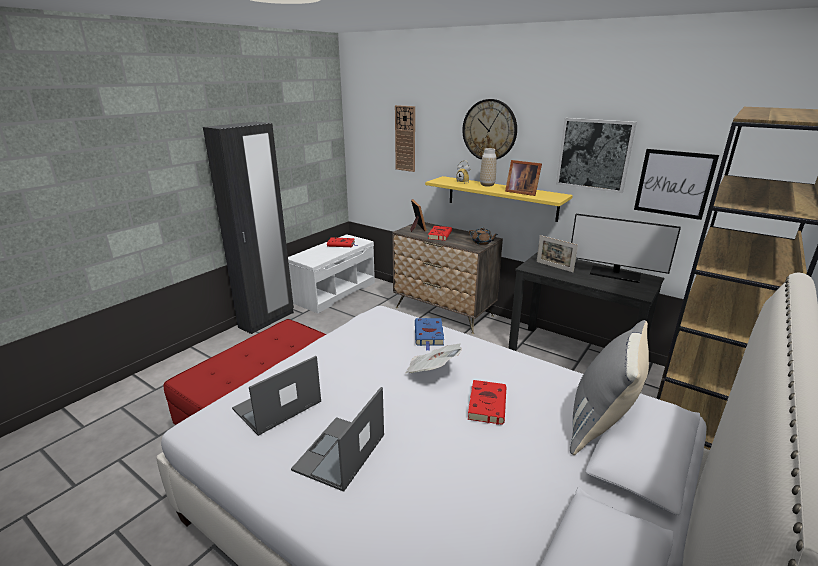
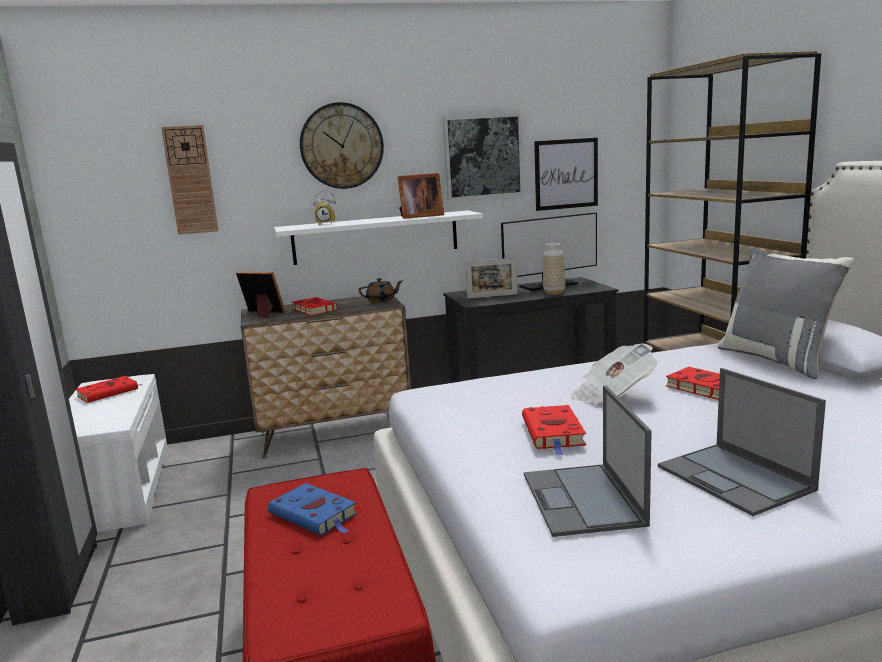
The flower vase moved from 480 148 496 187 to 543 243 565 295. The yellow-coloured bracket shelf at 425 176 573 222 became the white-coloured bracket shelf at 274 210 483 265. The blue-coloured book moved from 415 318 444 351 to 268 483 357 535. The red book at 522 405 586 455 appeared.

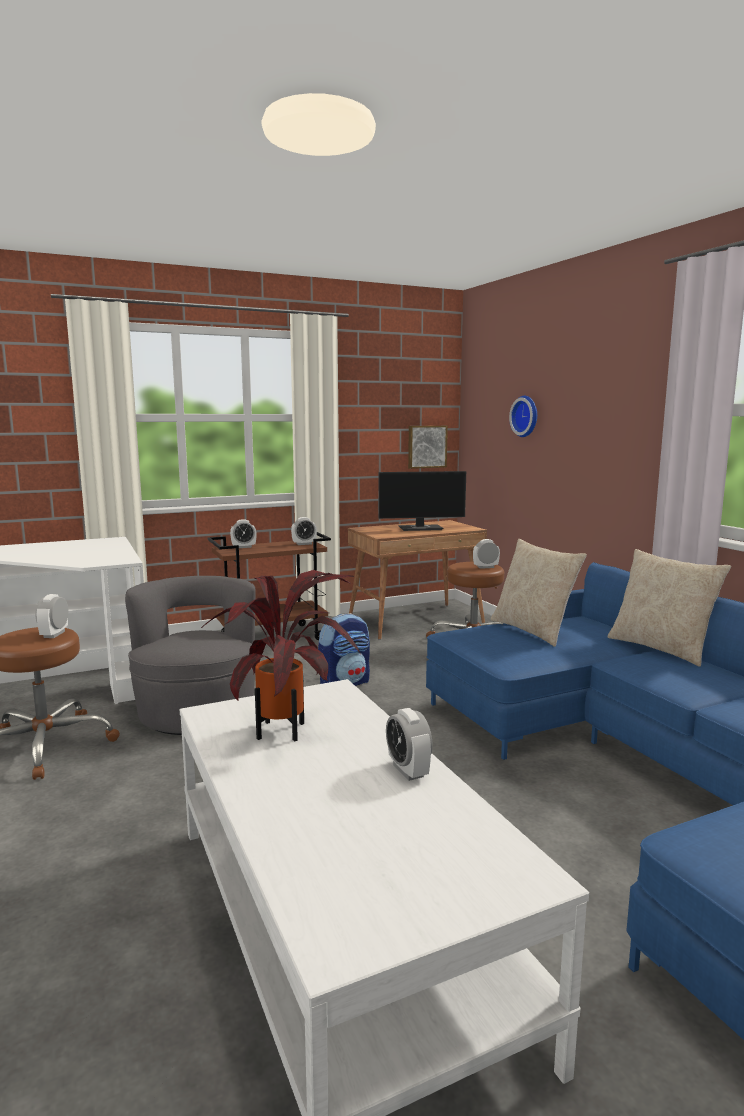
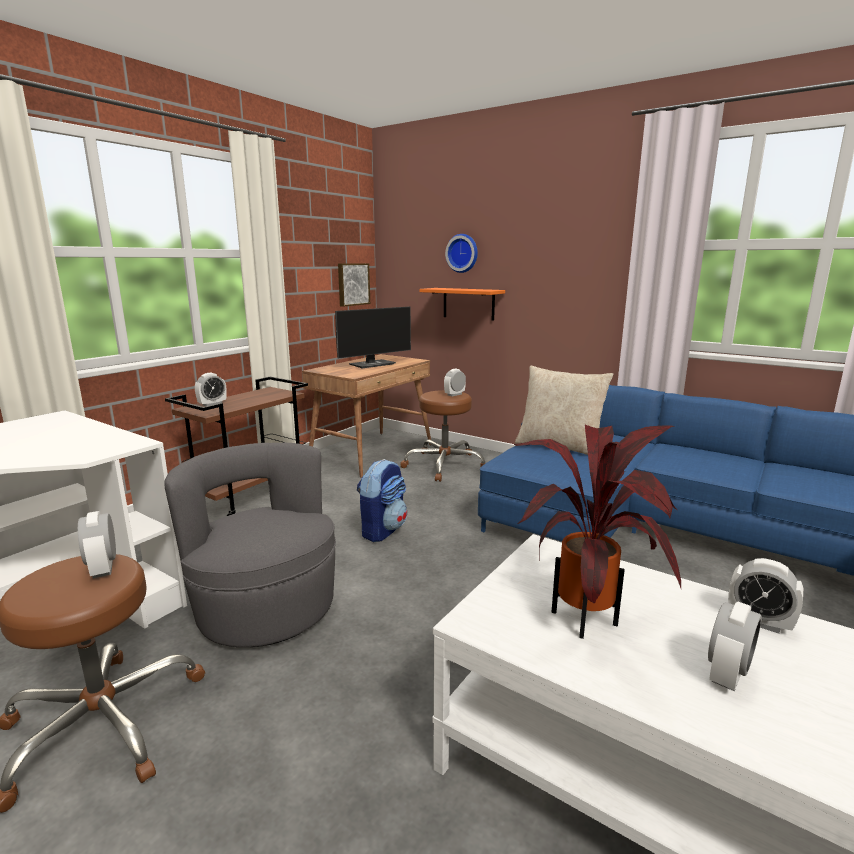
The table clock moved from 291 517 317 545 to 708 601 762 691. The beige throw pillow at 607 549 731 667 disappeared. The orange bracket shelf at 419 288 505 321 appeared.

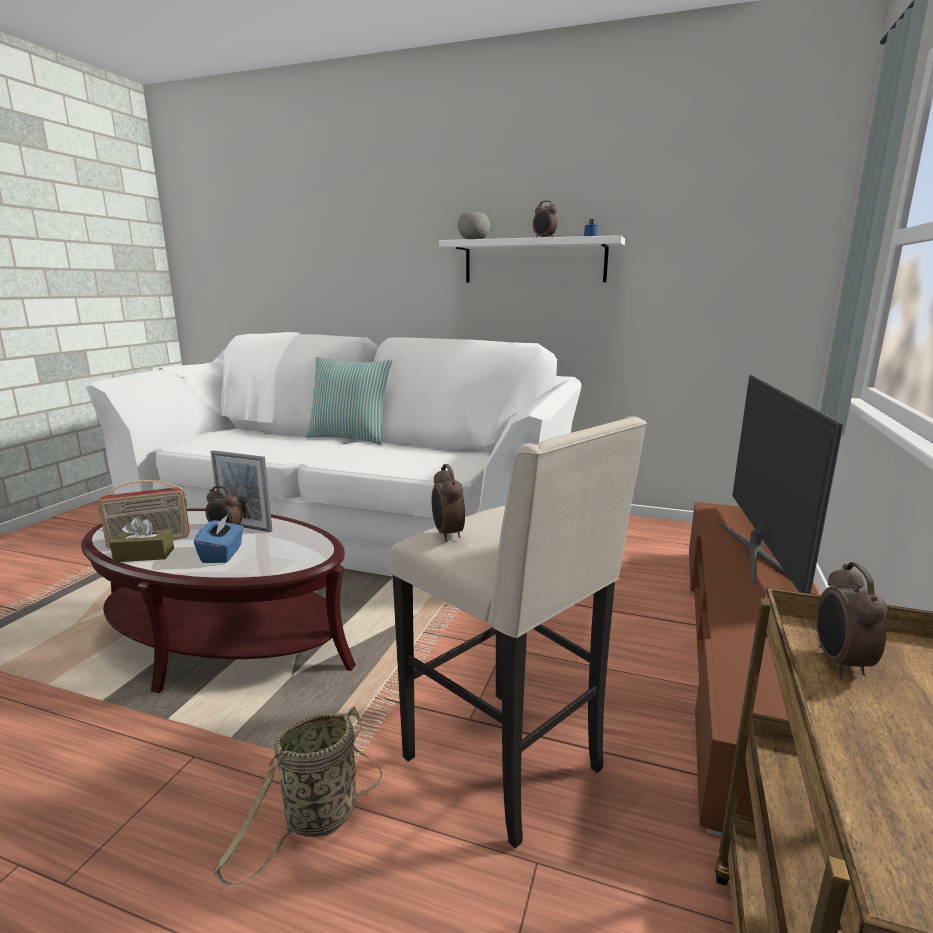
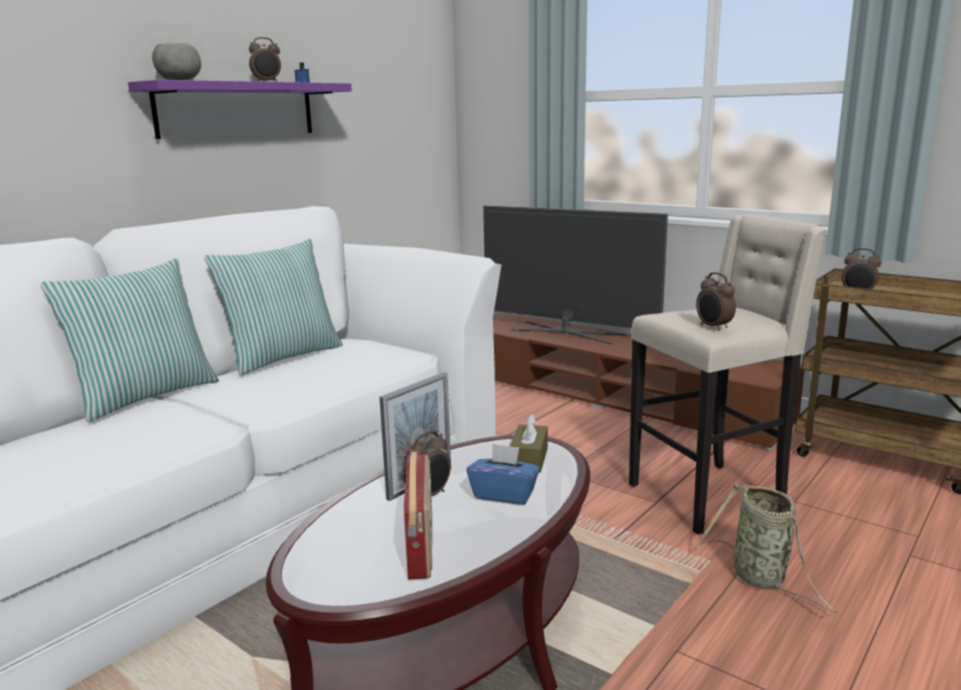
The white-coloured bracket shelf at 439 235 625 283 became the purple-coloured bracket shelf at 128 80 352 139. The table clock at 432 464 465 541 turned 60 degrees clockwise. The brown-coloured tissue box moved from 110 517 174 562 to 510 414 548 473. The throw pillow at 204 239 343 376 appeared.

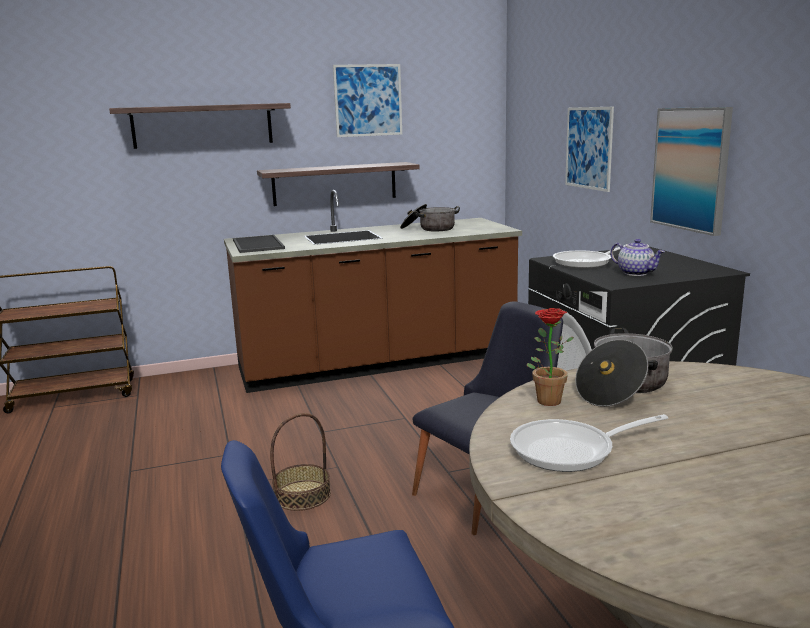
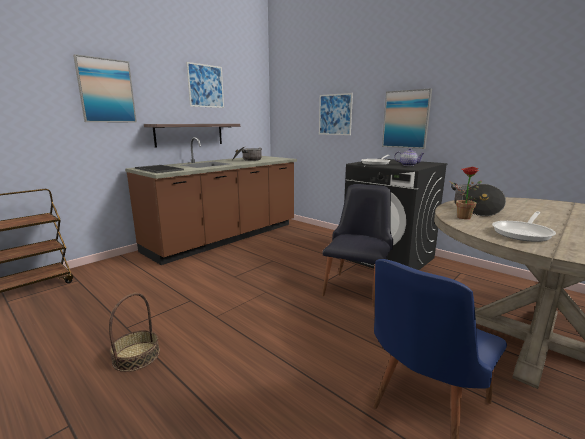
The bracket shelf at 109 103 291 149 was replaced by the picture at 73 54 137 122. The household basket moved from 270 413 331 511 to 109 293 160 372.

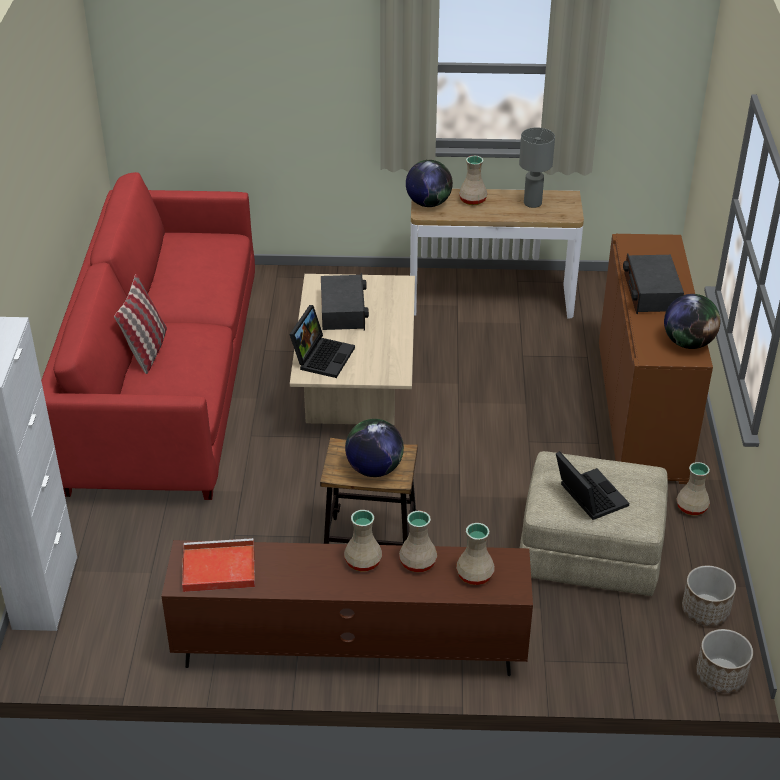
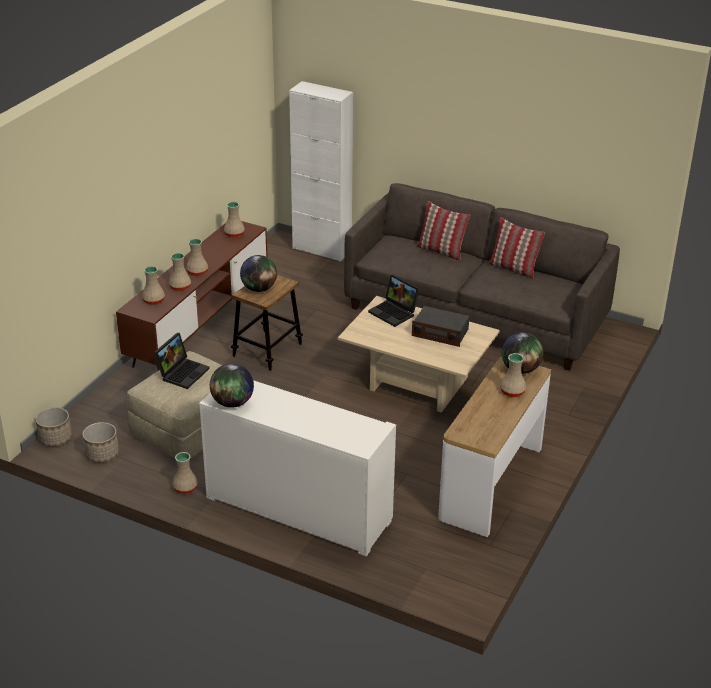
The grey table lamp at 519 127 555 208 disappeared. The red couch at 41 172 255 500 became the grey couch at 344 183 620 371. The brown-coloured cabinet at 599 234 713 484 became the white-coloured cabinet at 199 380 396 557. The radio set at 623 254 684 314 disappeared. The notebook computer at 556 451 629 520 turned 60 degrees counterclockwise. The red serving tray at 182 538 255 592 was replaced by the beige flower vase at 224 202 245 238. The throw pillow at 489 218 545 279 appeared.

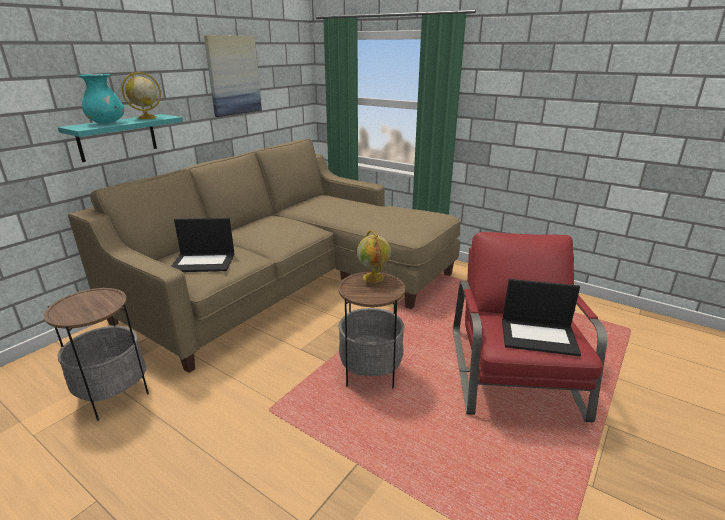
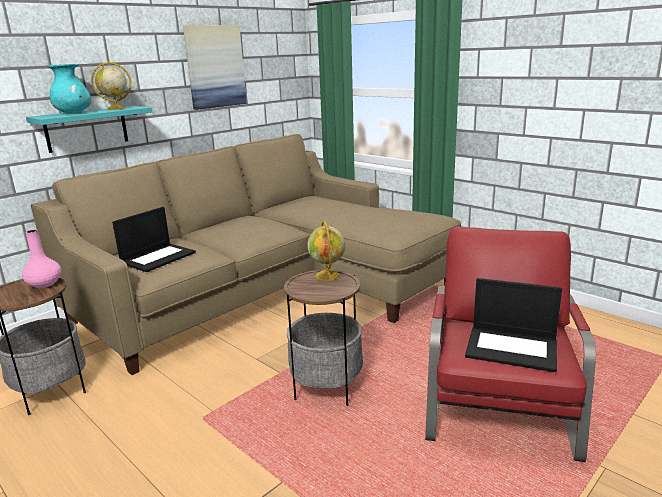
The notebook computer at 171 218 235 272 turned 60 degrees counterclockwise. The pinkish flower vase at 22 229 61 288 appeared.

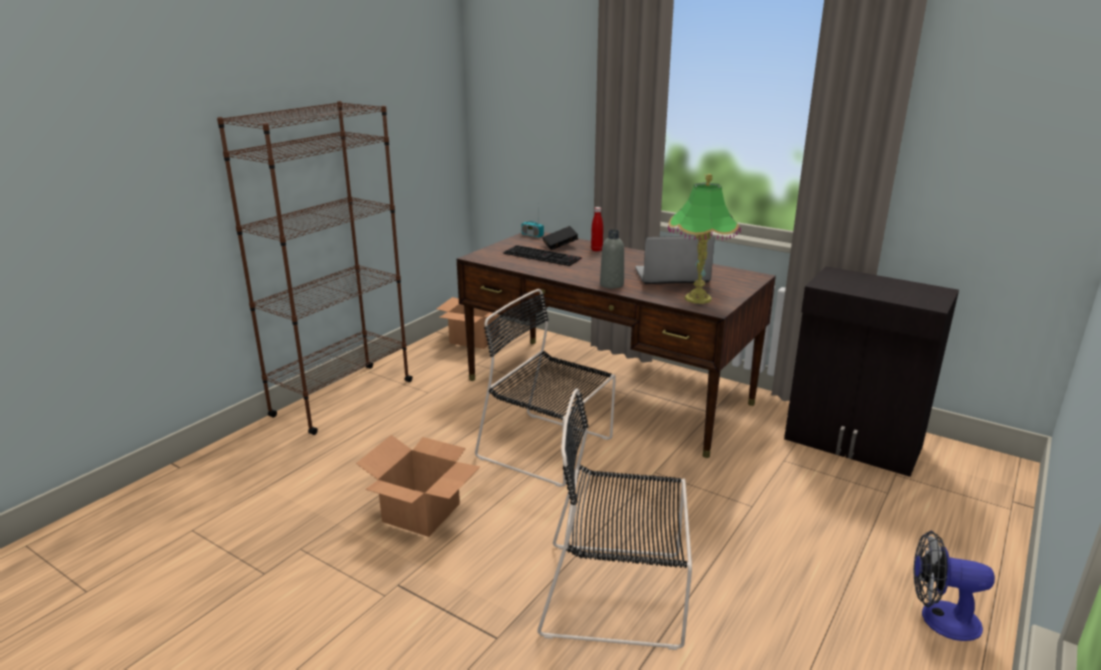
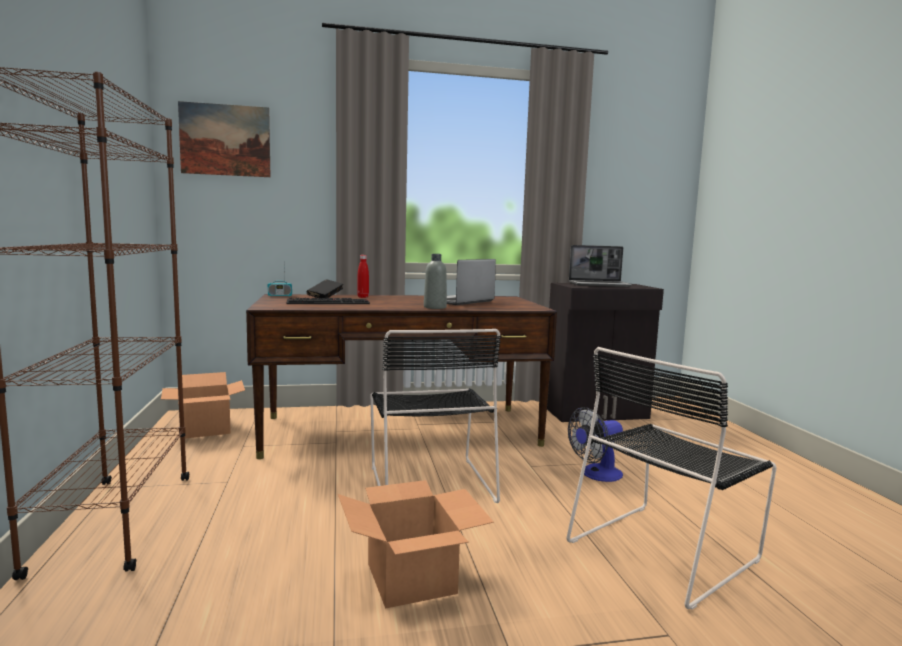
The table lamp at 668 174 741 304 disappeared. The black-coloured chair at 475 289 616 487 turned 90 degrees counterclockwise. The cooling fan moved from 914 531 995 641 to 568 407 623 482. The picture at 178 101 271 177 appeared. The notebook computer at 569 245 632 287 appeared.

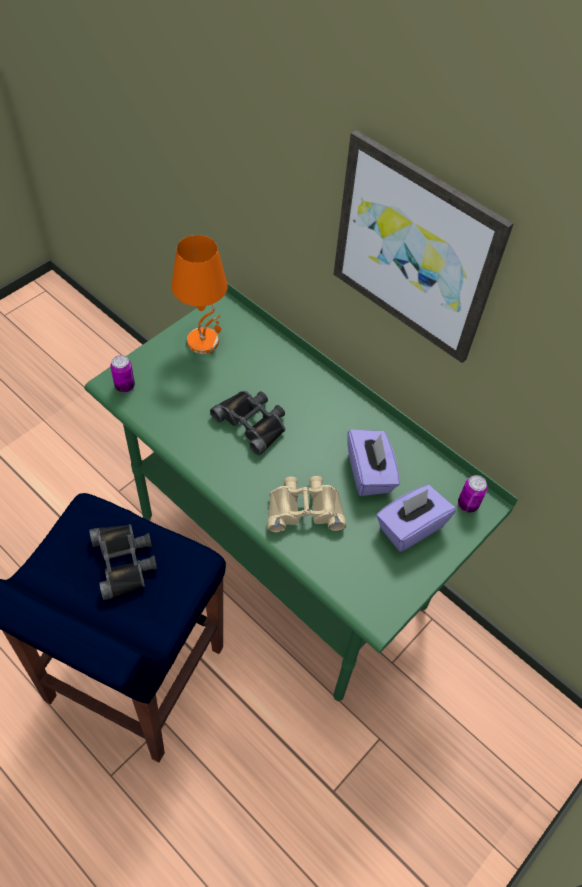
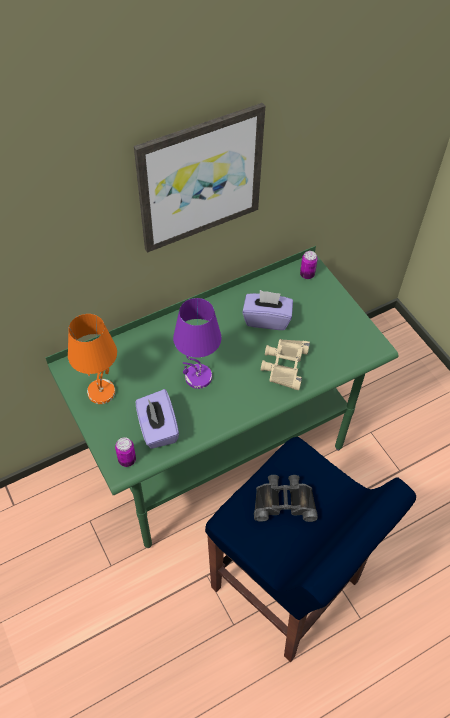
The black-coloured pair of binoculars at 210 391 285 455 was replaced by the purple-coloured table lamp at 173 298 222 389. The purple-coloured tissue box moved from 376 485 456 552 to 136 389 179 449.

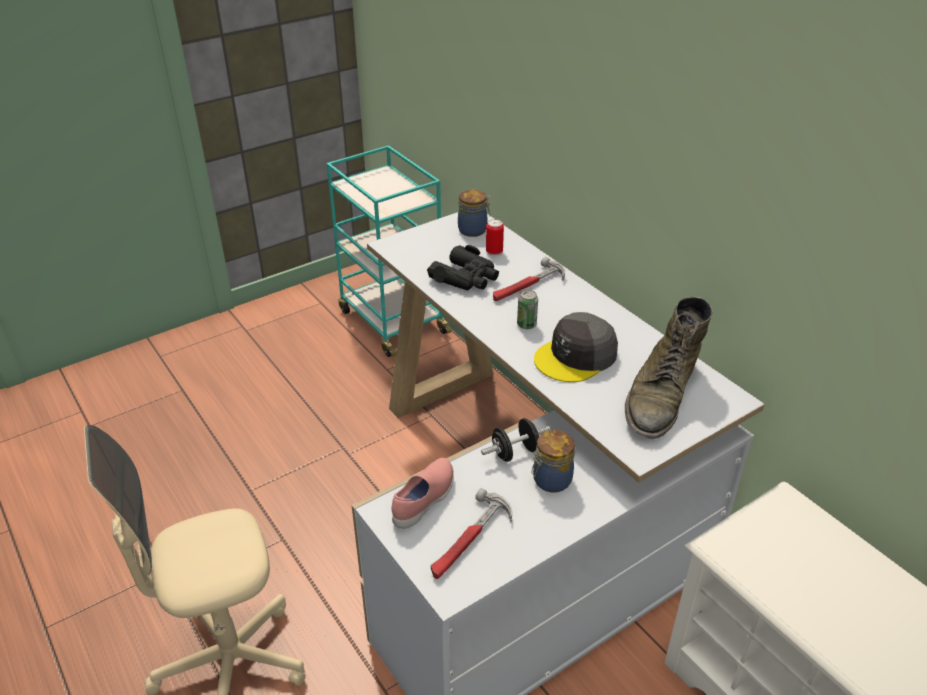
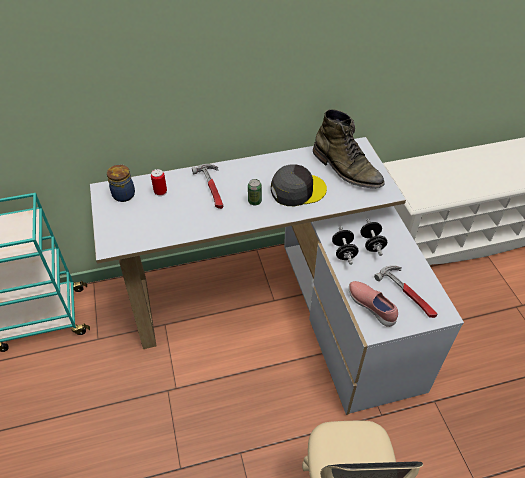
The black-coloured pair of binoculars at 427 245 499 290 disappeared. The grey baseball cap at 534 312 618 382 turned 90 degrees counterclockwise. The storage jar at 532 430 575 492 was replaced by the black-coloured dumbbell at 360 219 387 256.

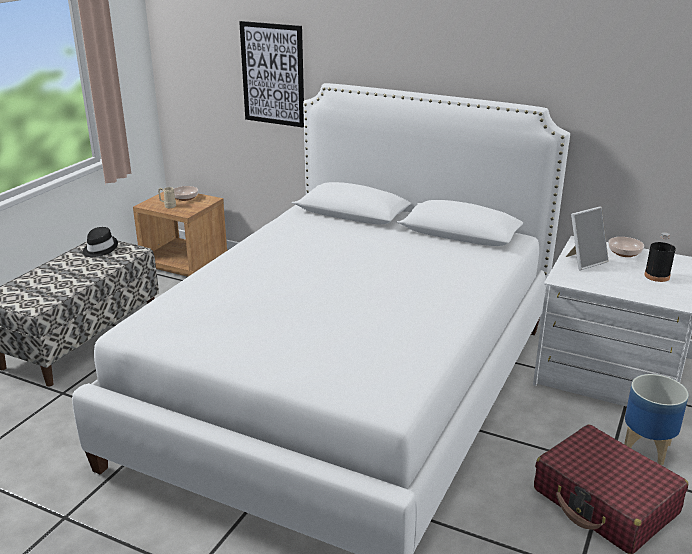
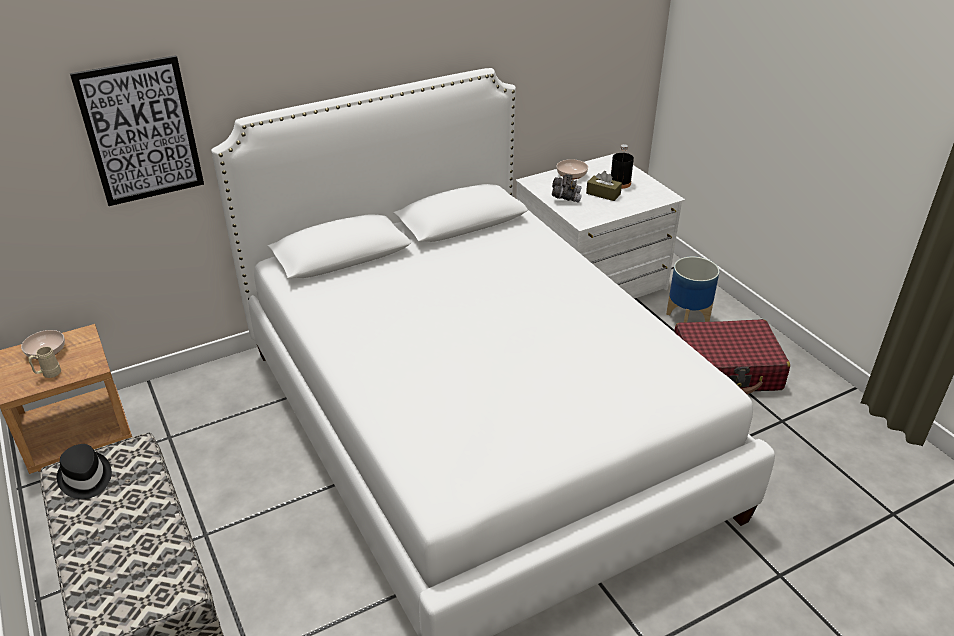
The photo frame at 566 206 609 270 was replaced by the grey pair of binoculars at 552 174 582 203. The brown-coloured tissue box at 586 171 622 201 appeared.

